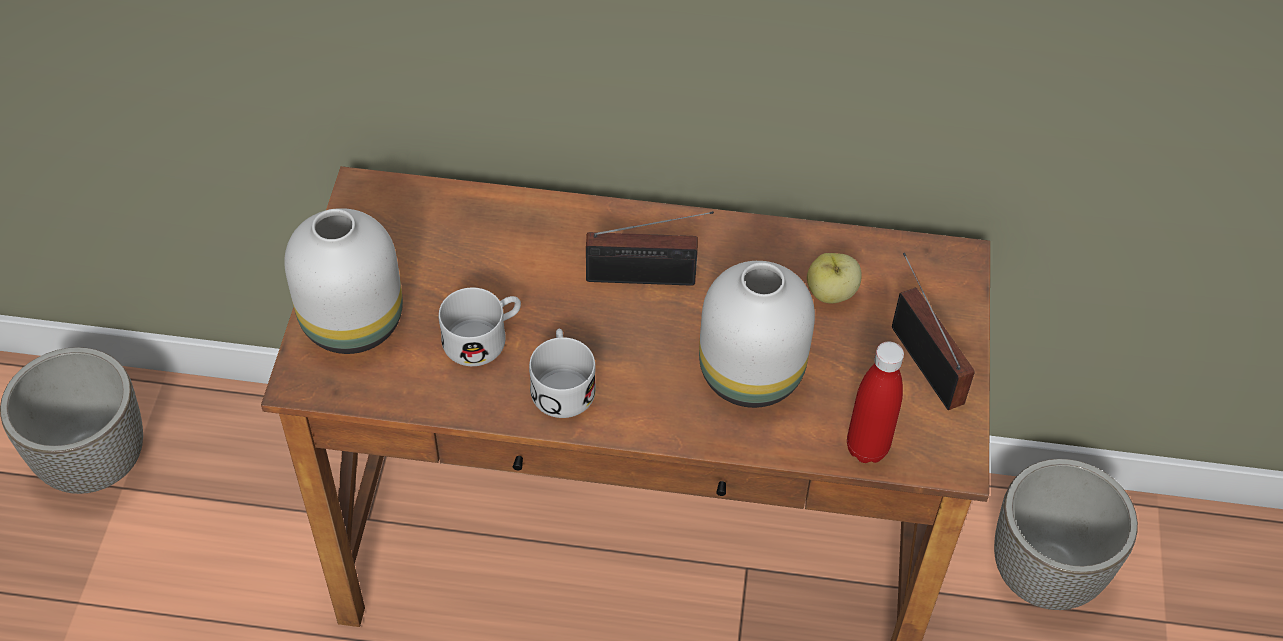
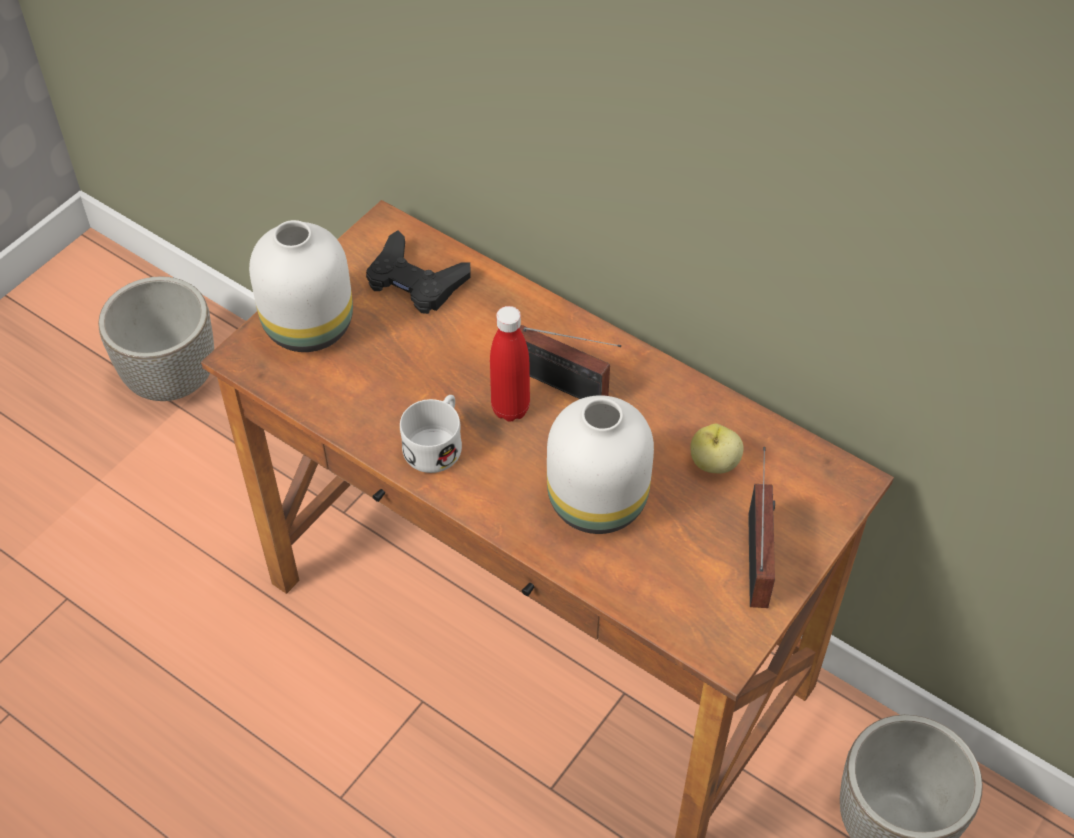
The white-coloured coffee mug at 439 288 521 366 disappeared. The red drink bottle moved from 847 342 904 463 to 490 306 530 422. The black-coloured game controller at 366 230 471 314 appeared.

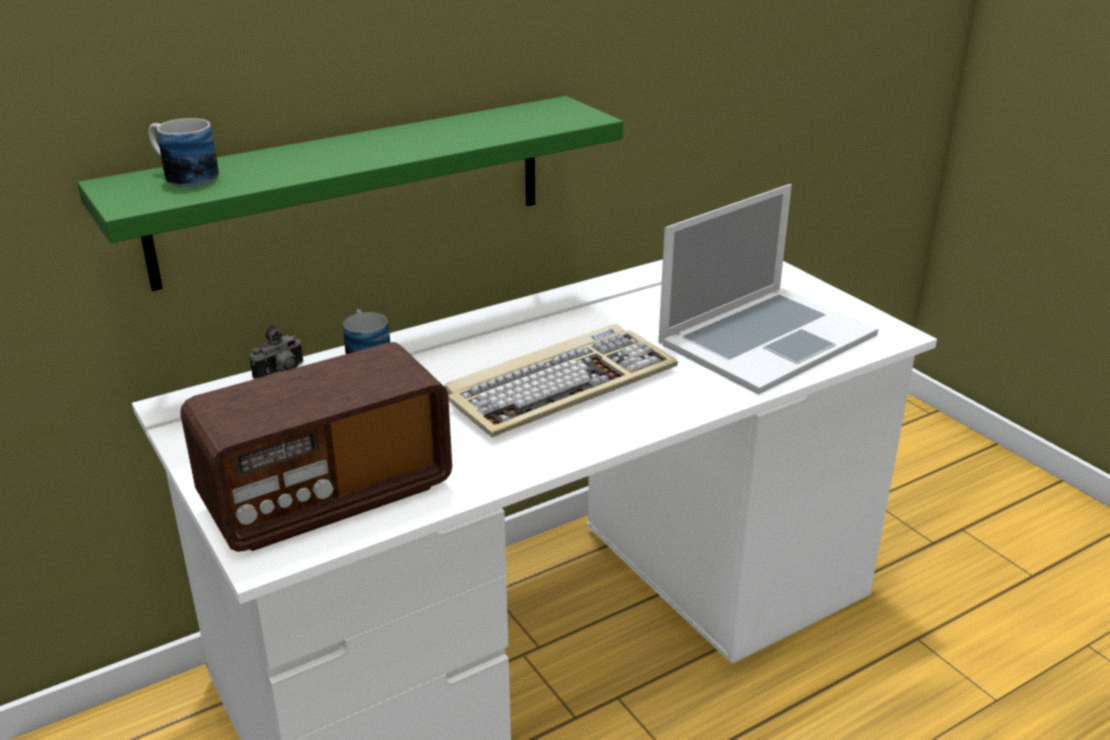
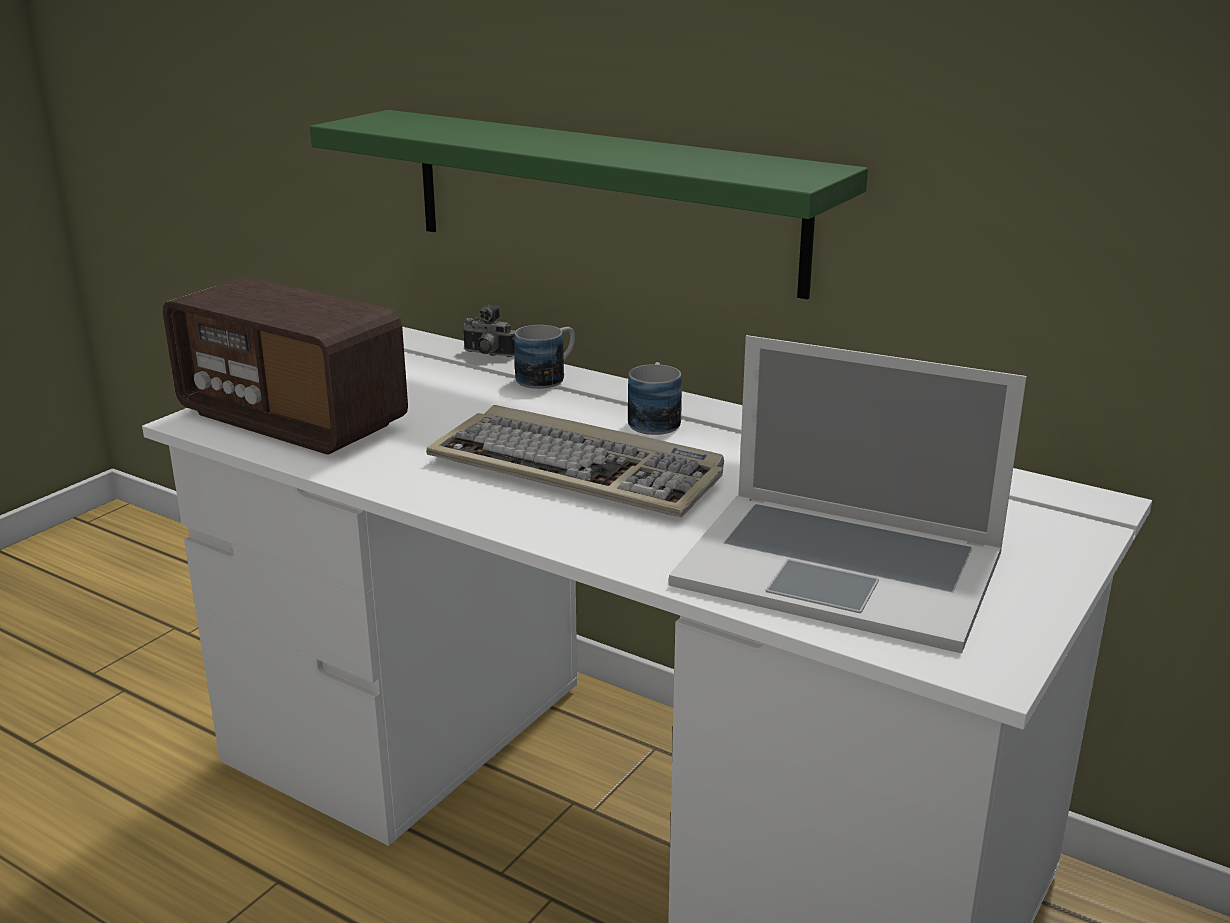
The coffee mug moved from 148 118 219 187 to 628 362 682 435.

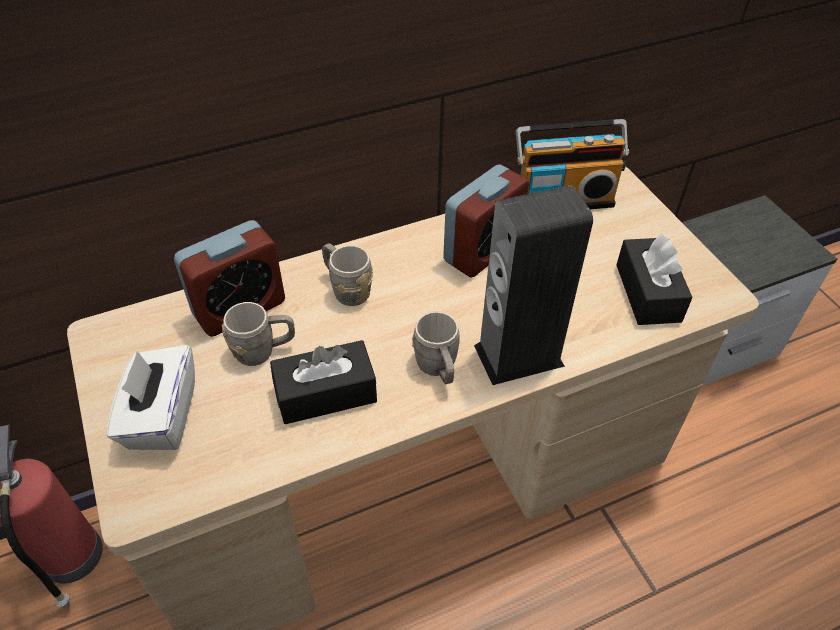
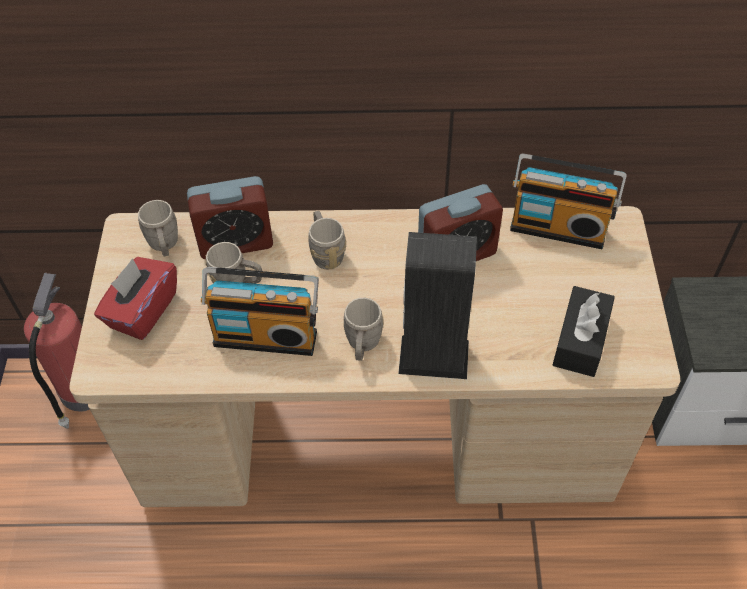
The black-coloured tissue box at 270 340 377 424 was replaced by the radio set at 201 267 319 356. The white-coloured tissue box at 107 345 195 450 became the red tissue box at 94 257 177 340. The grey coffee mug at 138 200 178 257 appeared.

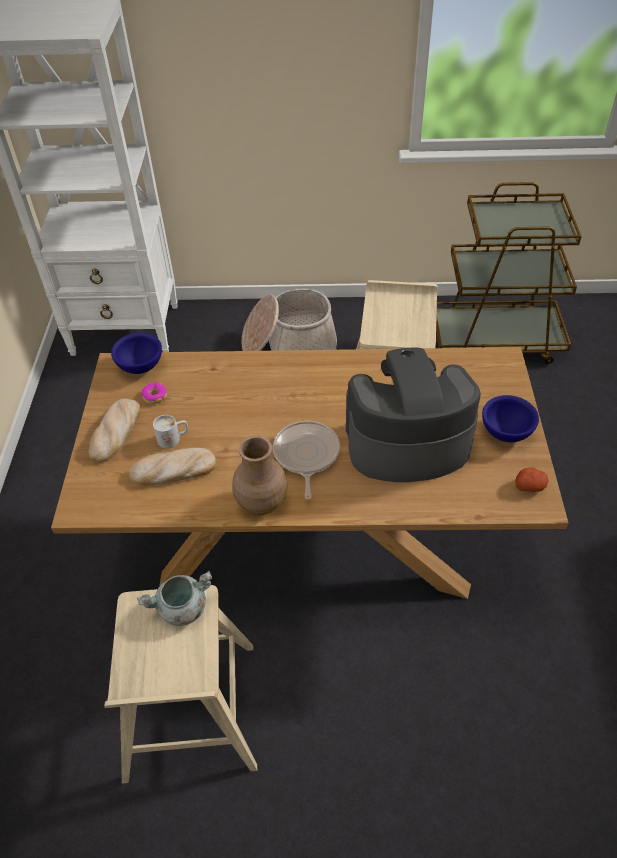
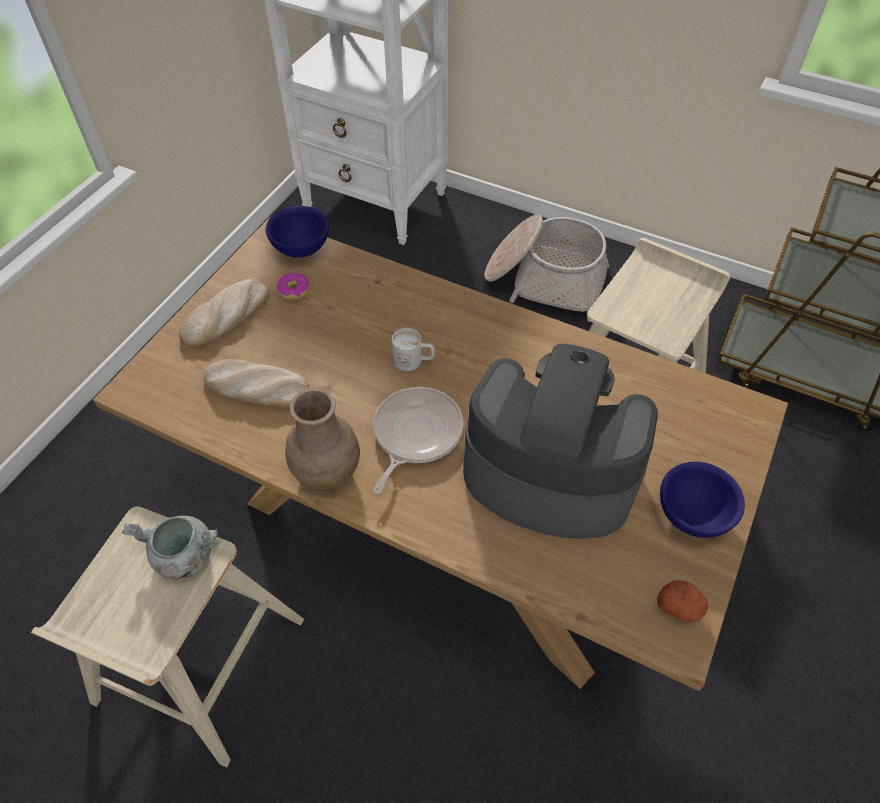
The white-coloured coffee mug moved from 153 415 188 449 to 392 328 435 371.

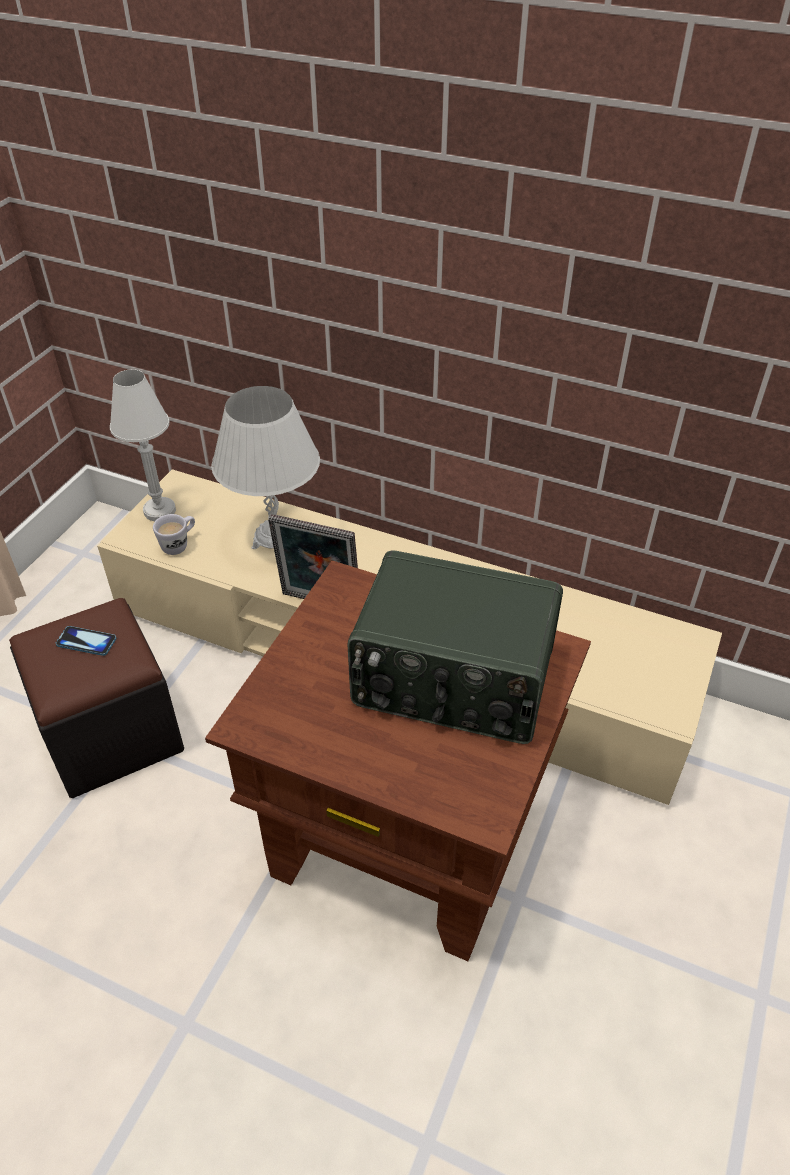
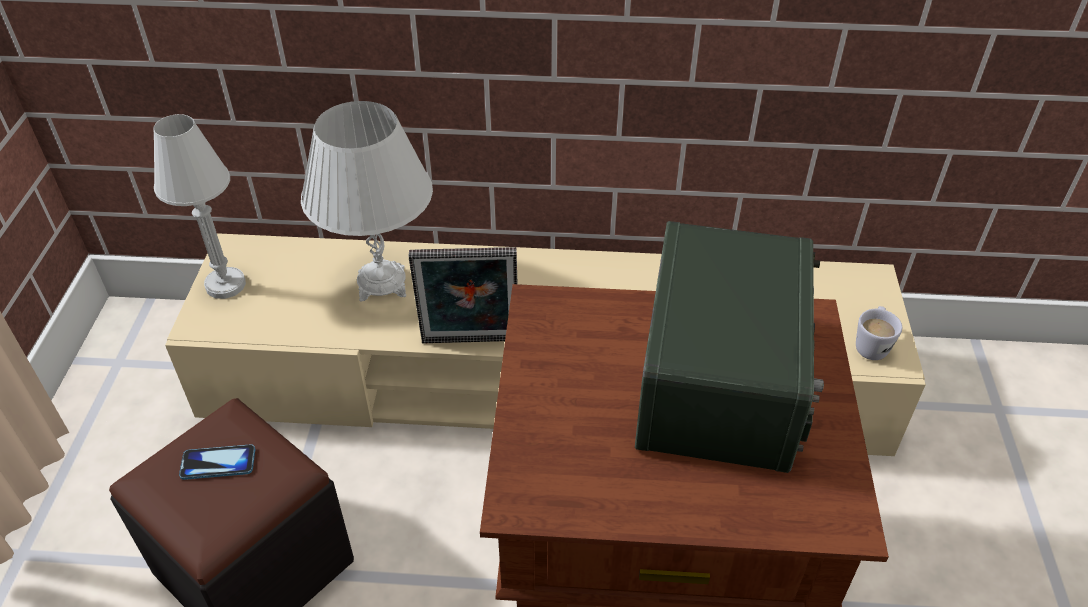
The white-coloured coffee mug moved from 153 514 195 555 to 856 306 902 360. The radio set at 347 550 563 744 turned 75 degrees counterclockwise.

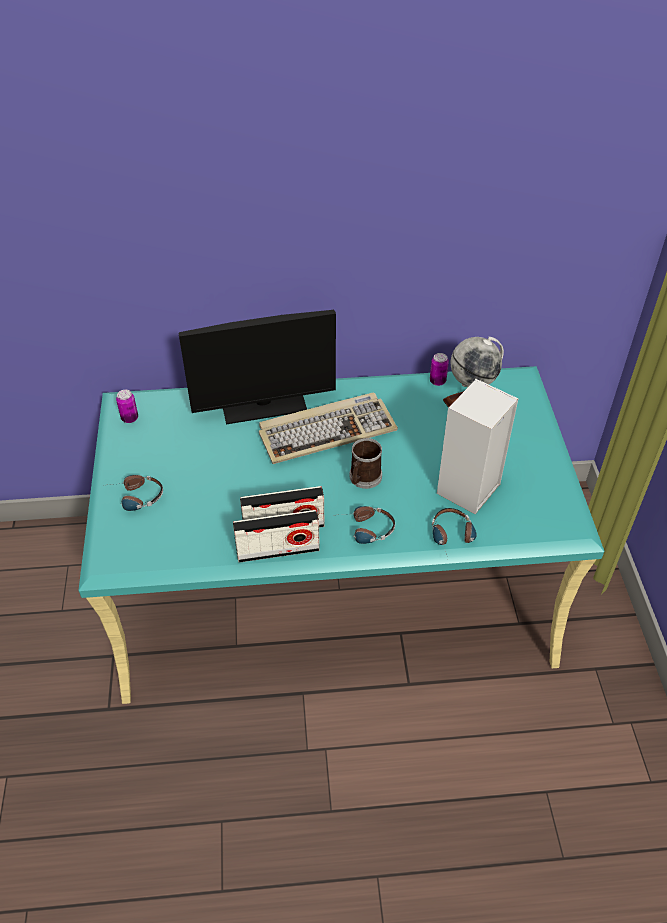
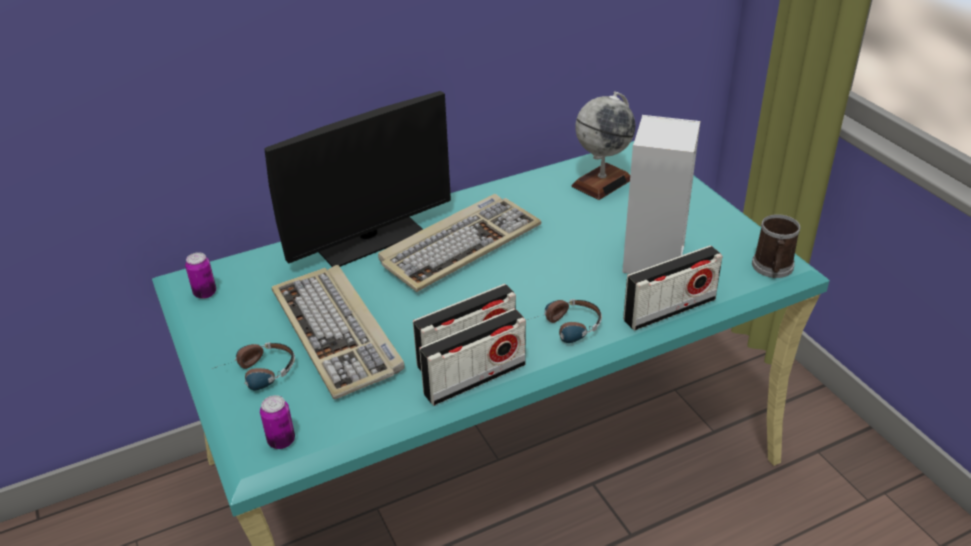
The can moved from 430 353 449 386 to 260 395 295 449. The coffee mug moved from 349 438 382 489 to 752 214 801 278. The pair of headphones at 432 508 477 555 was replaced by the radio set at 623 245 722 330. The computer keyboard at 272 265 405 399 appeared.

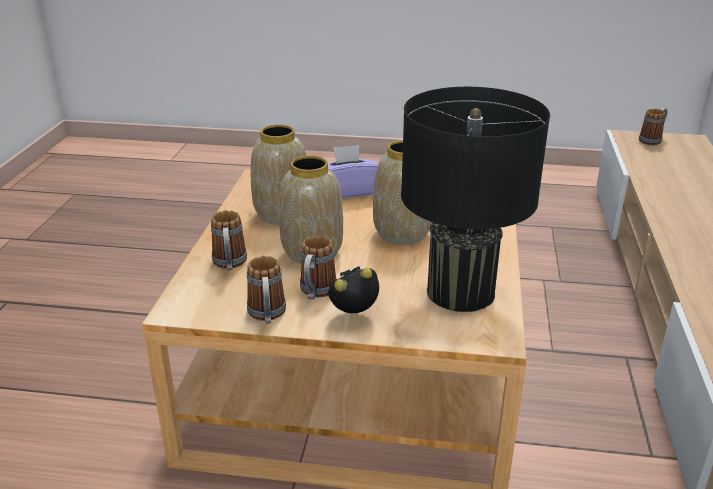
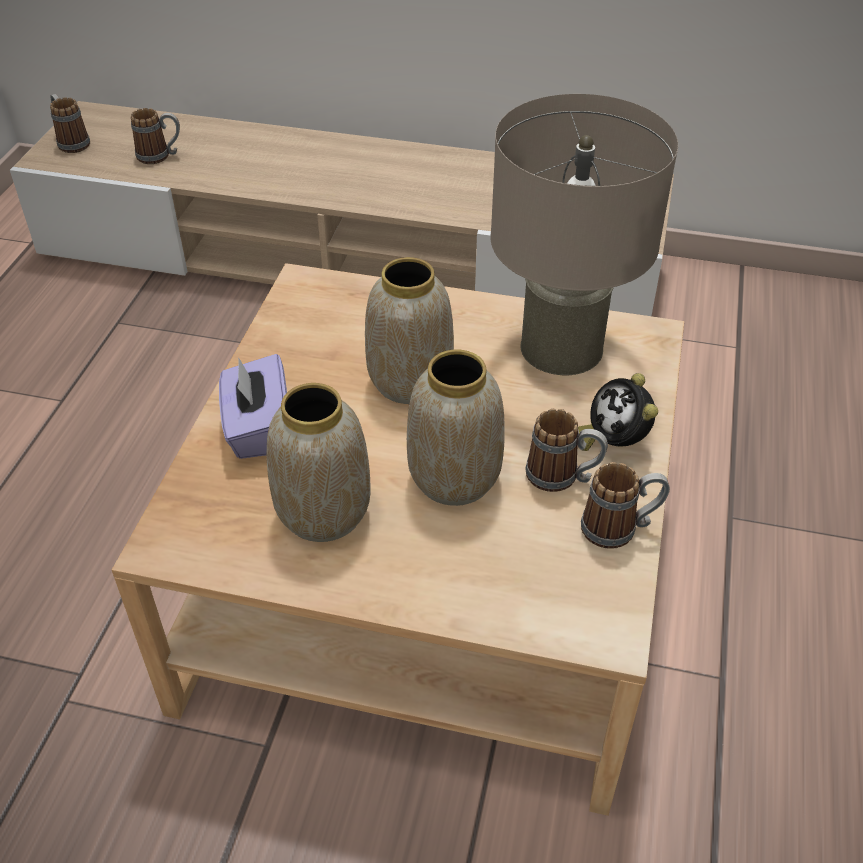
The black-coloured table lamp at 401 87 550 312 became the beige table lamp at 490 94 678 375. The coffee mug moved from 211 210 247 271 to 131 108 180 164.

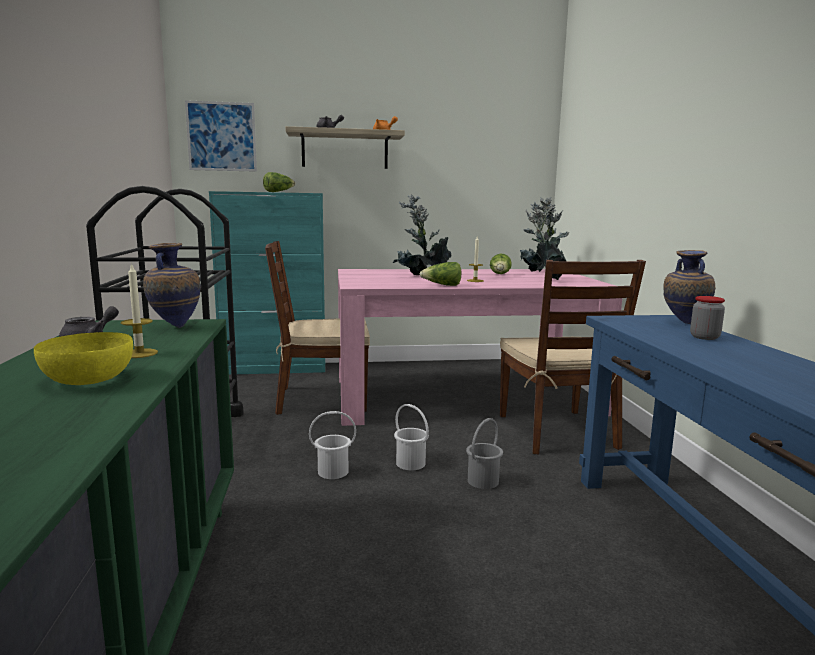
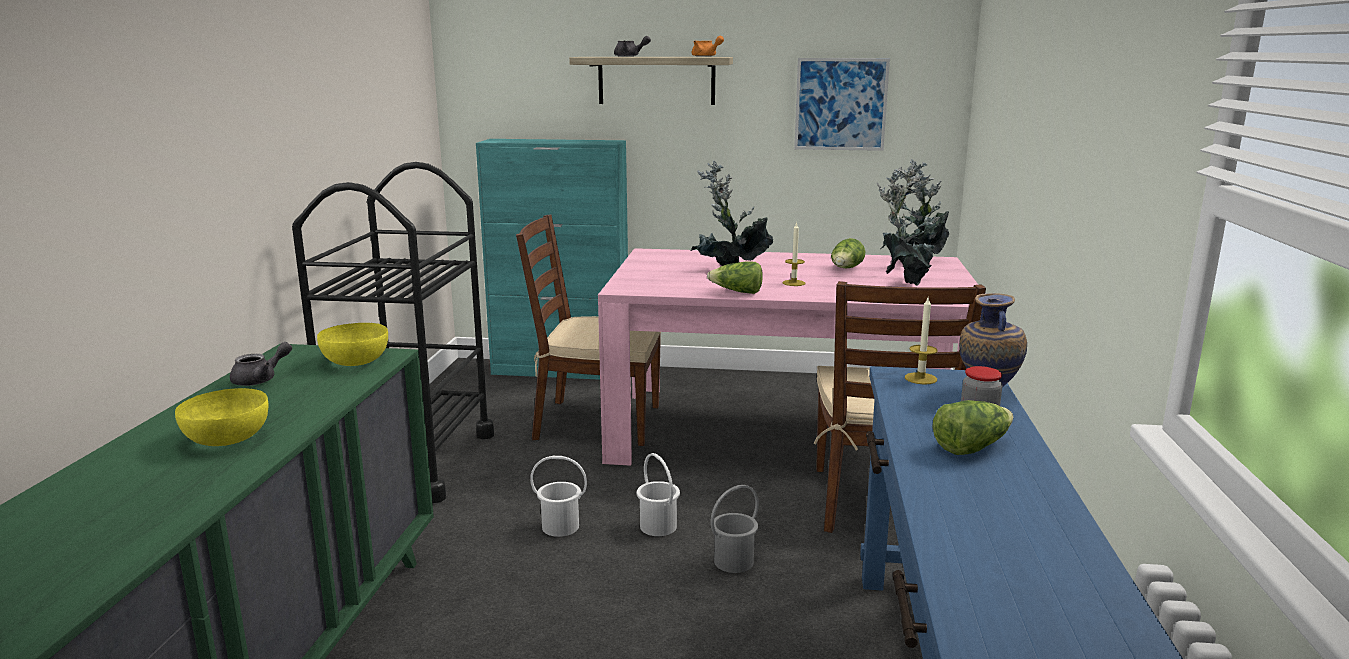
The picture moved from 185 100 257 172 to 794 58 890 151. The head of lettuce moved from 263 172 295 192 to 932 400 1013 455. The flower vase at 143 243 200 328 was replaced by the yellow-coloured deep dish at 317 323 388 366. The candle moved from 121 263 158 358 to 905 298 938 385.

